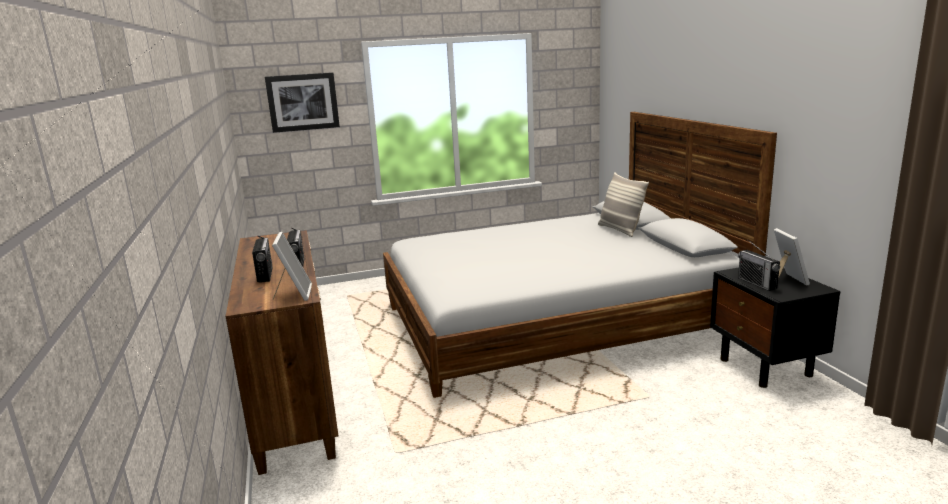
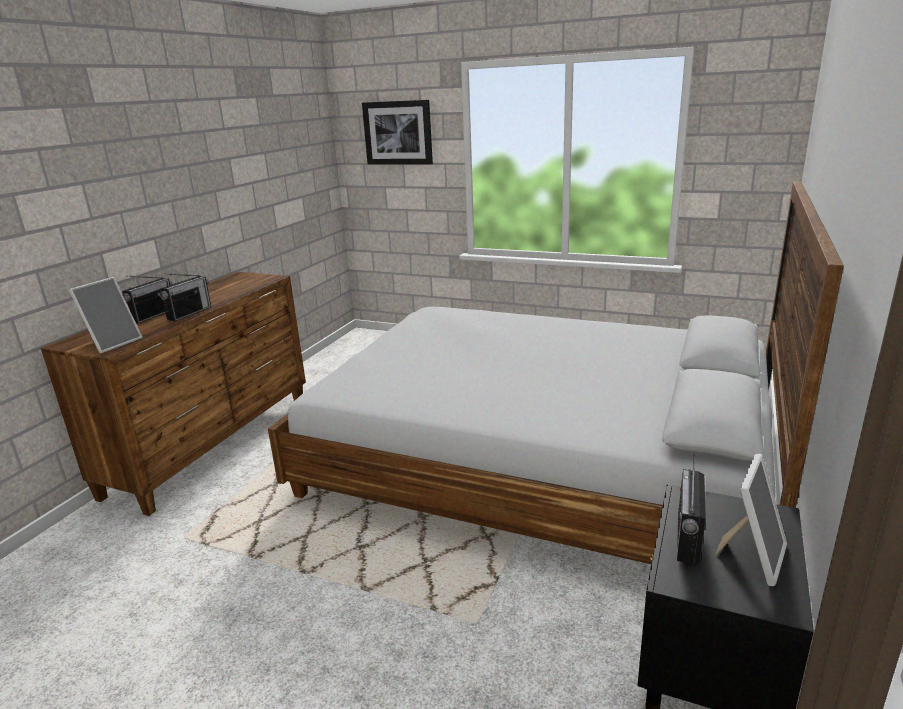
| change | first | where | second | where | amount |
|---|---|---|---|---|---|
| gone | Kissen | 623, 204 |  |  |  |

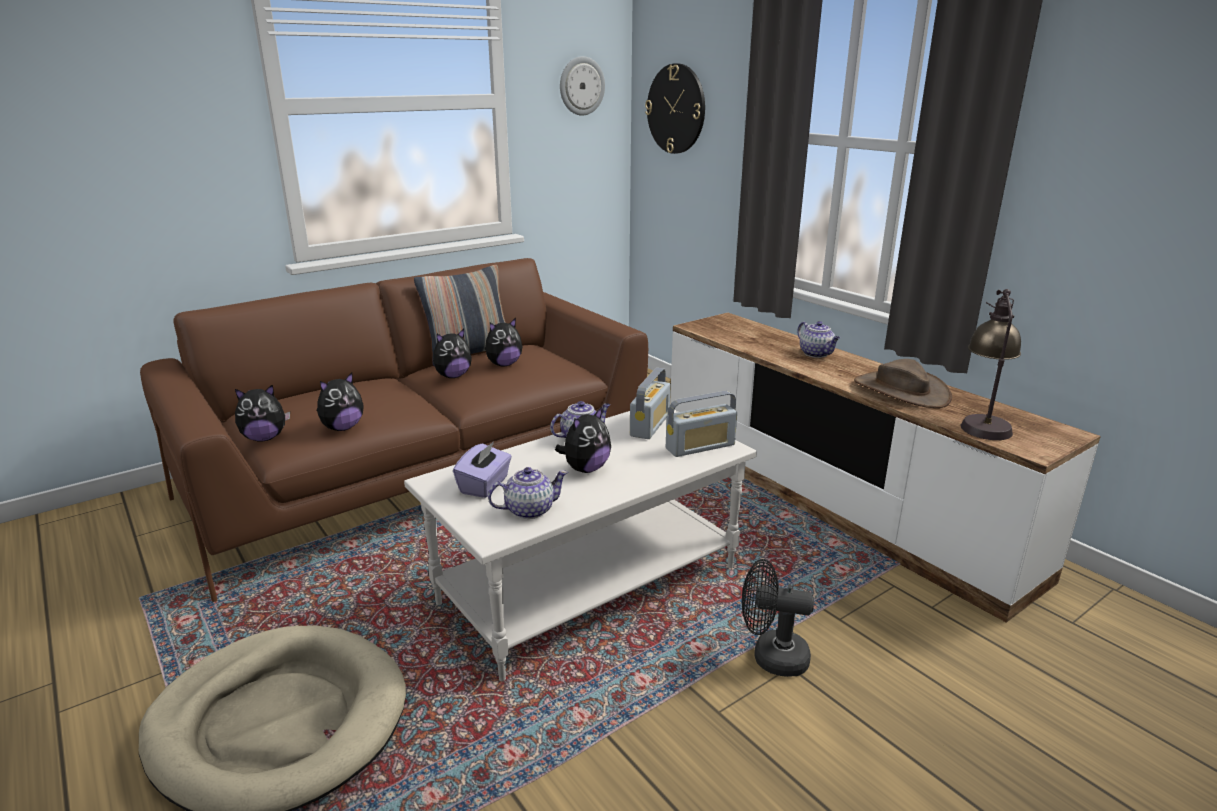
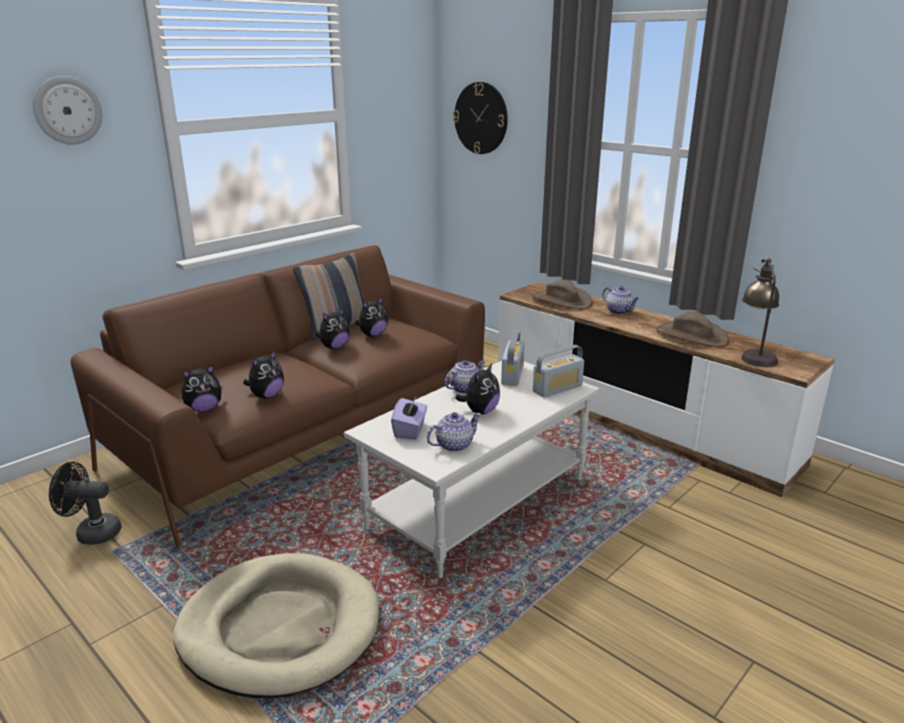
| change | first | where | second | where | amount |
|---|---|---|---|---|---|
| new |  |  | Hut (braun) | 562, 294 |  |
| shifted | Wanduhr | 582, 86 |  | 67, 110 |  |
| shifted | Ventilator (schwarz) | 778, 618 |  | 85, 503 |  |

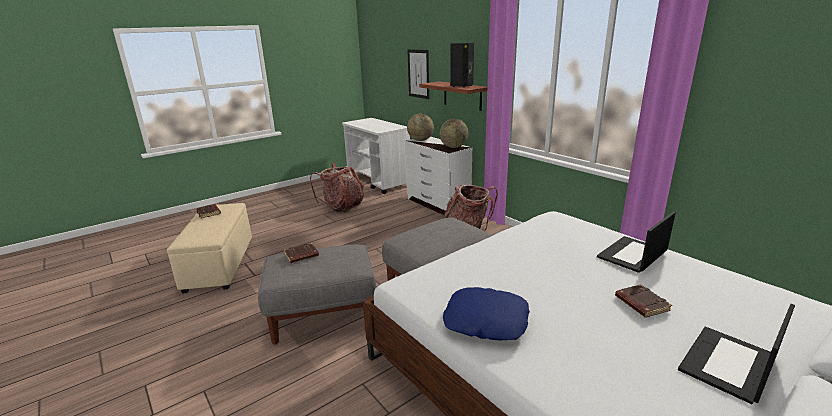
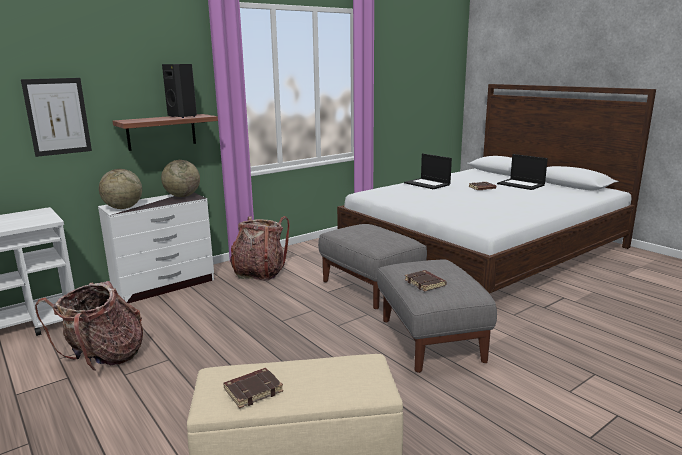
| change | first | where | second | where | amount |
|---|---|---|---|---|---|
| gone | Kissen (blau) | 486, 314 |  |  |  |

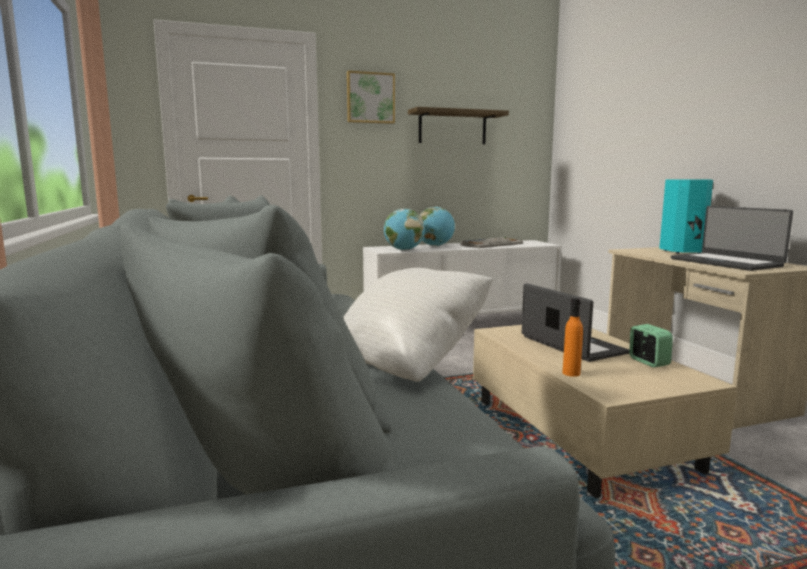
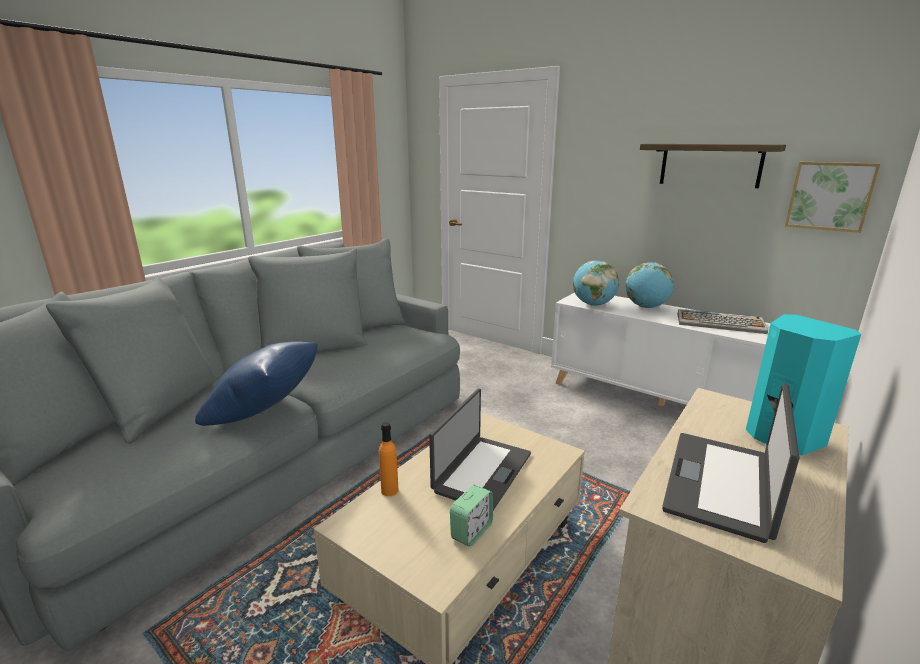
| change | first | where | second | where | amount |
|---|---|---|---|---|---|
| shifted | Bild | 371, 97 |  | 832, 197 |  |
| repainted | Kissen (weiß) | 418, 325 | Kissen (blau) | 256, 383 |  |

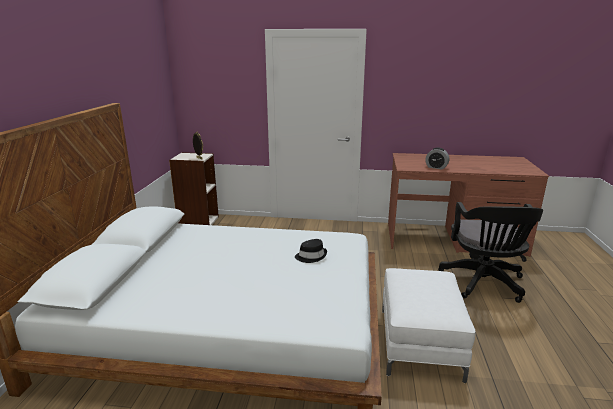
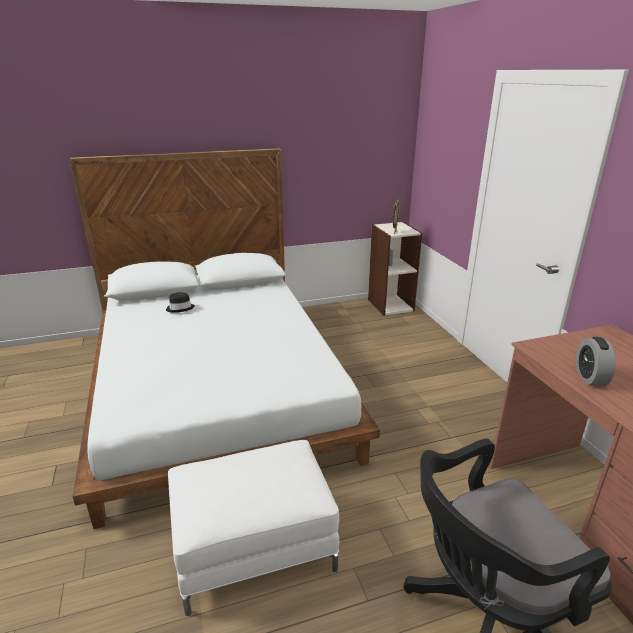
| change | first | where | second | where | amount |
|---|---|---|---|---|---|
| shifted | Hut (schwarz) | 311, 251 |  | 180, 302 |  |

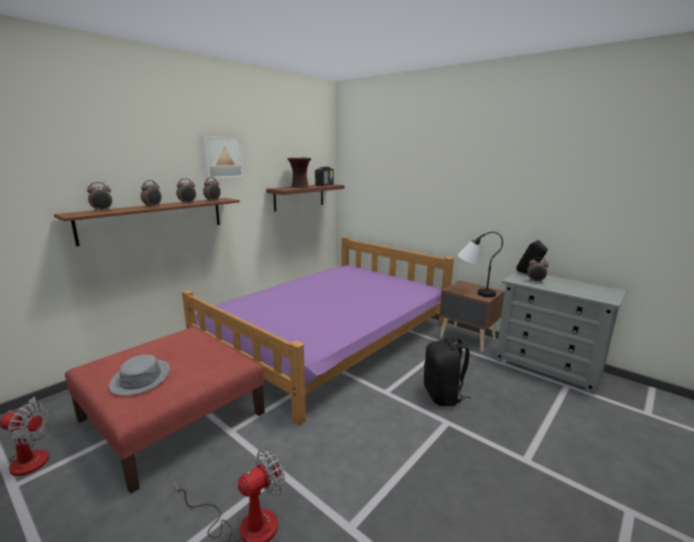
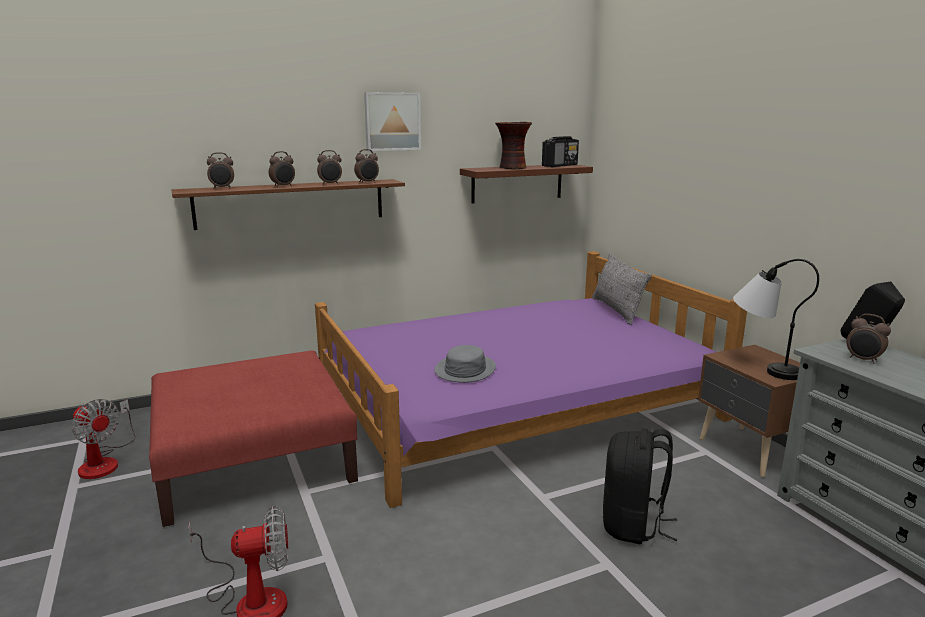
| change | first | where | second | where | amount |
|---|---|---|---|---|---|
| new |  |  | Kissen (grau) | 622, 289 |  |
| shifted | Hut (grau) | 139, 375 |  | 465, 364 |  |

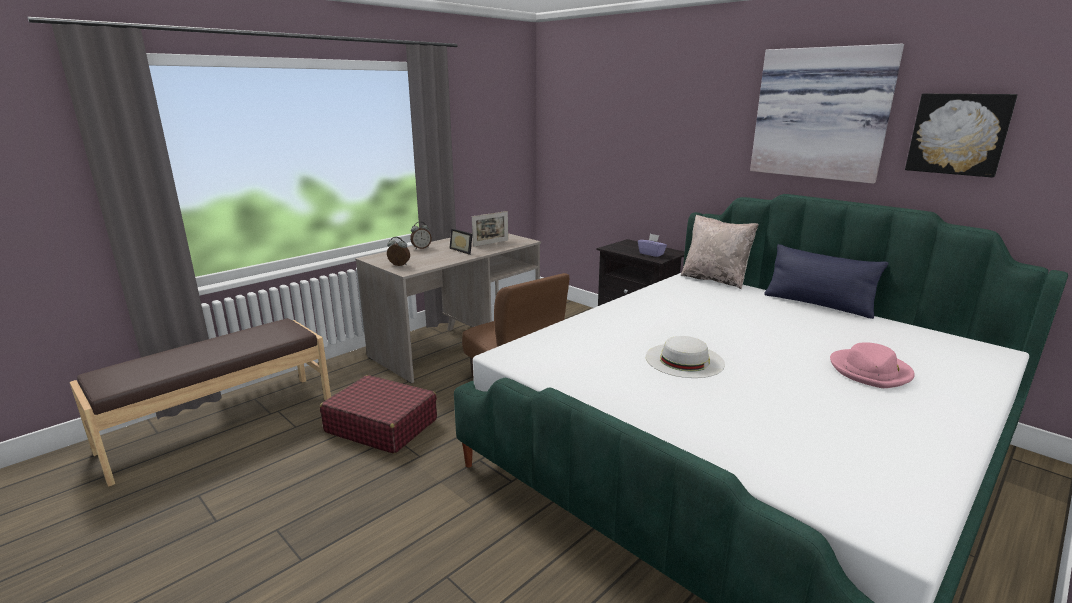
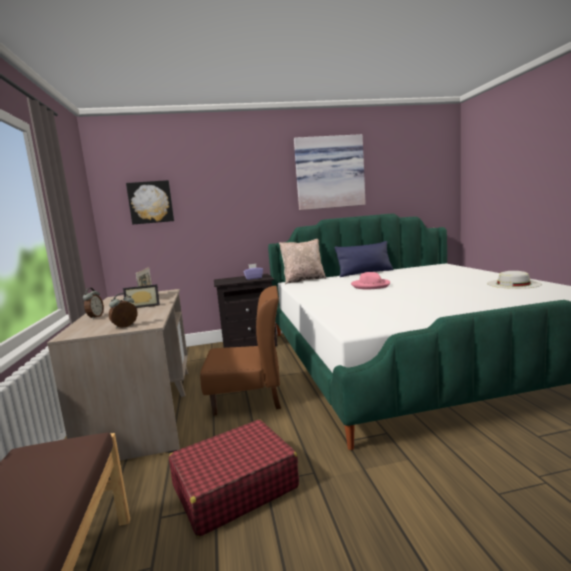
| change | first | where | second | where | amount |
|---|---|---|---|---|---|
| shifted | Hut (weiß) | 685, 357 |  | 514, 280 |  |
| shifted | Hut (rosa) | 872, 365 |  | 370, 280 |  |
| shifted | Bild | 961, 136 |  | 150, 202 |  |

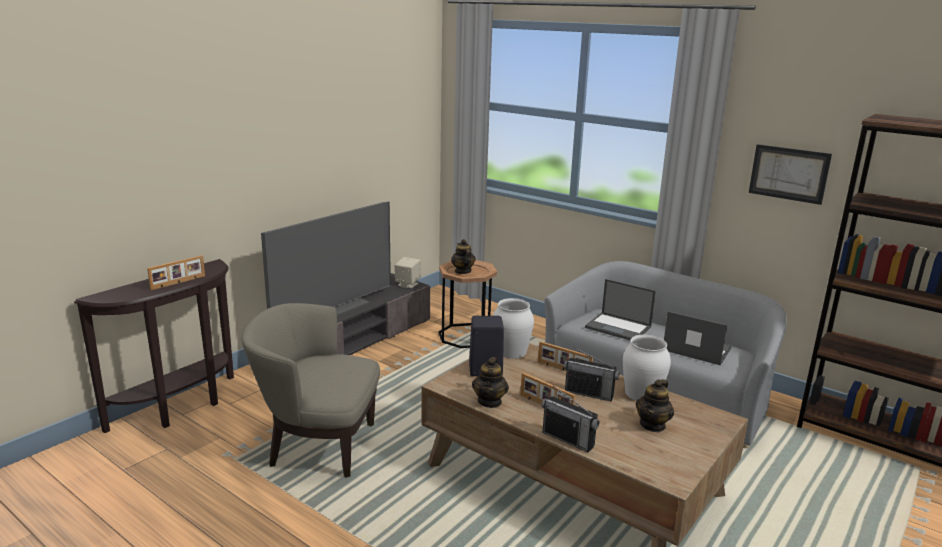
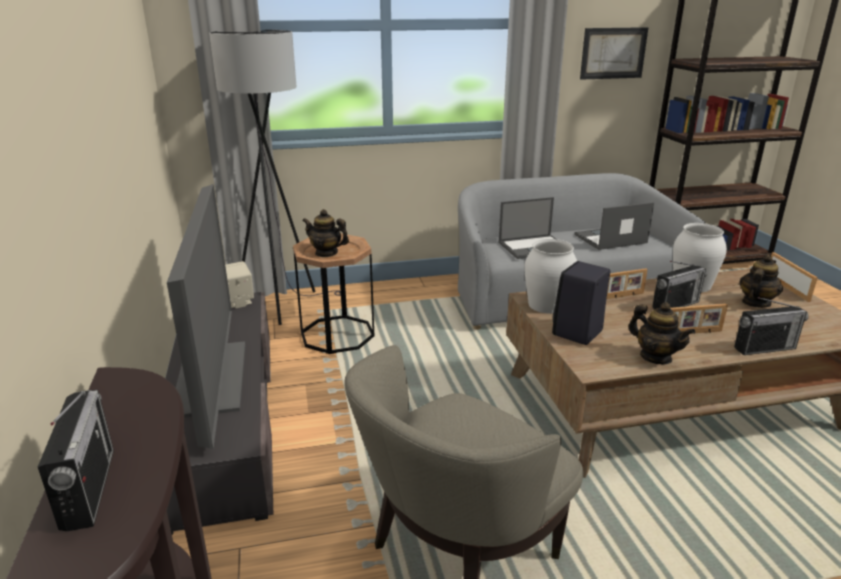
| change | first | where | second | where | amount |
|---|---|---|---|---|---|
| new |  |  | Radio | 76, 460 |  |
| new |  |  | Stehlampe (grau) | 275, 177 |  |
| shifted | Bilderrahmen | 176, 272 |  | 794, 277 |  |
| rotated | Teekanne | 655, 405 |  | 761, 281 | 120 degrees counterclockwise |

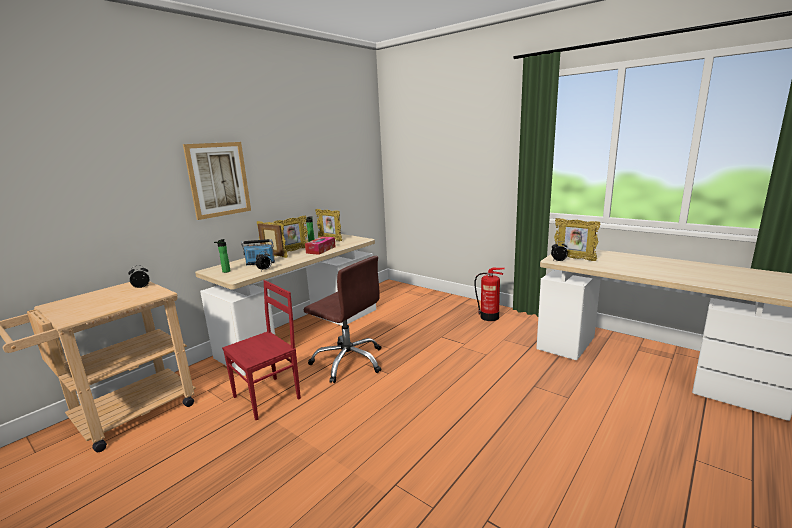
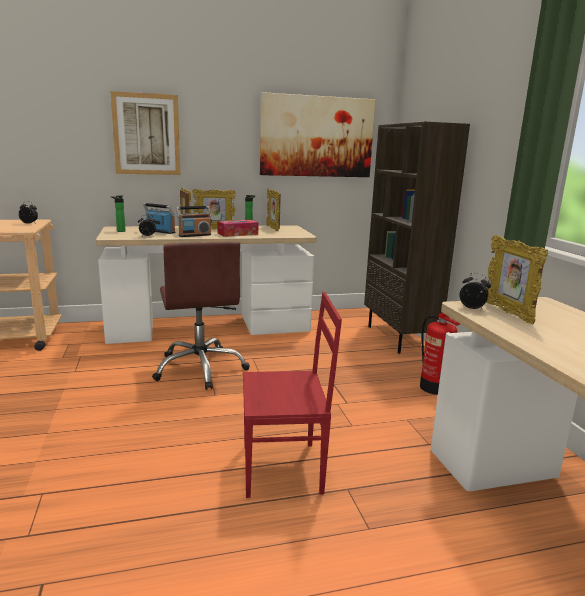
| change | first | where | second | where | amount |
|---|---|---|---|---|---|
| new |  |  | Radio | 194, 221 |  |
| new |  |  | Bild | 318, 134 |  |
| new |  |  | Bücherregal (braun) | 417, 238 |  |
| shifted | Stuhl (rot) | 261, 350 |  | 292, 395 |  |

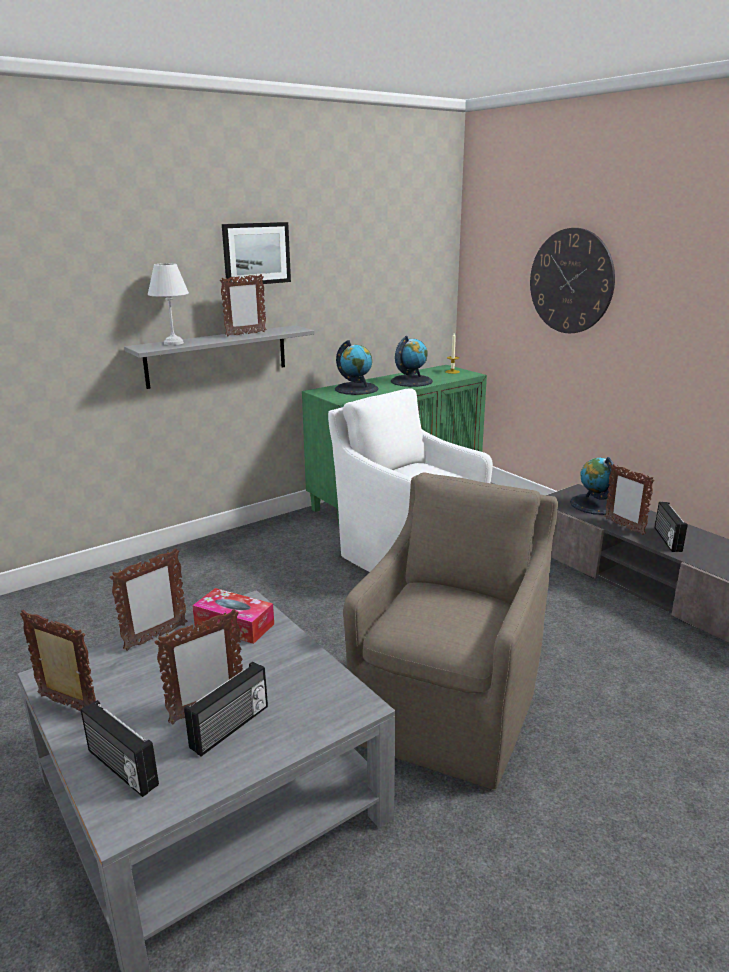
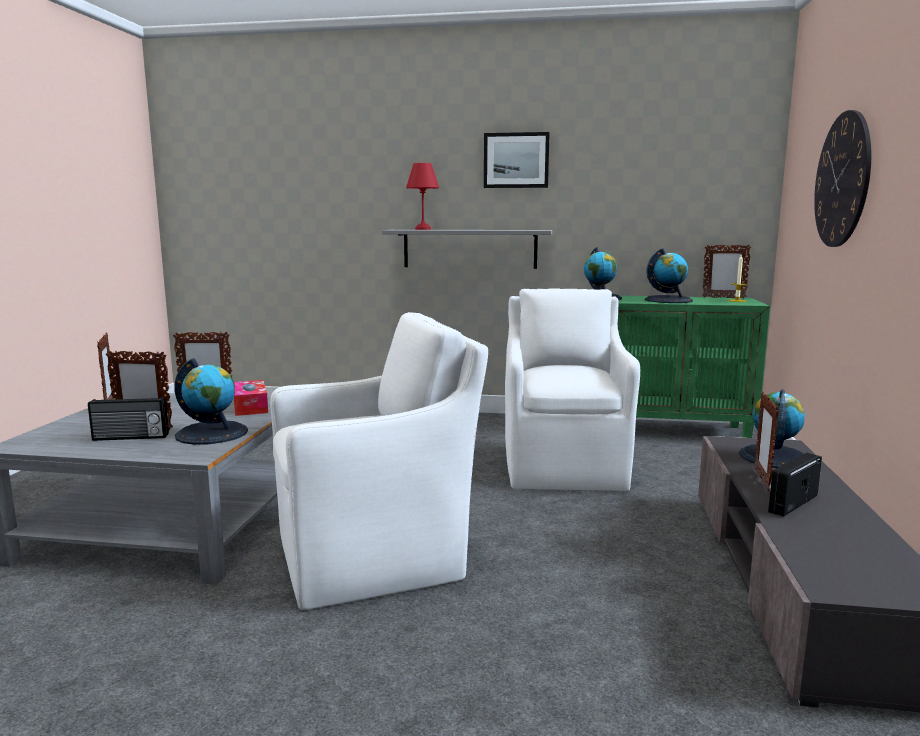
| change | first | where | second | where | amount |
|---|---|---|---|---|---|
| gone | Radio | 120, 748 |  |  |  |
| new |  |  | Globus | 211, 401 |  |
| shifted | Bilderrahmen | 243, 305 |  | 726, 271 |  |
| repainted | Tischlampe (weiß) | 168, 304 | Tischlampe (rot) | 422, 196 |  |
| repainted | Sessel (braun) | 450, 630 | Sessel (weiß) | 379, 461 |  |

